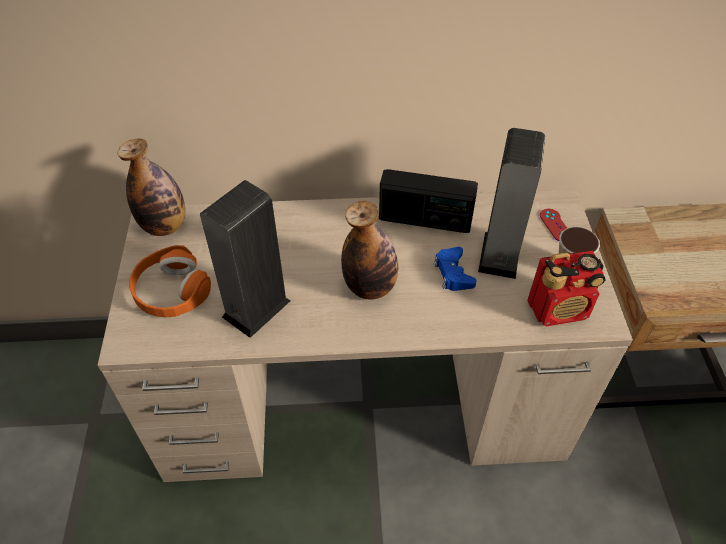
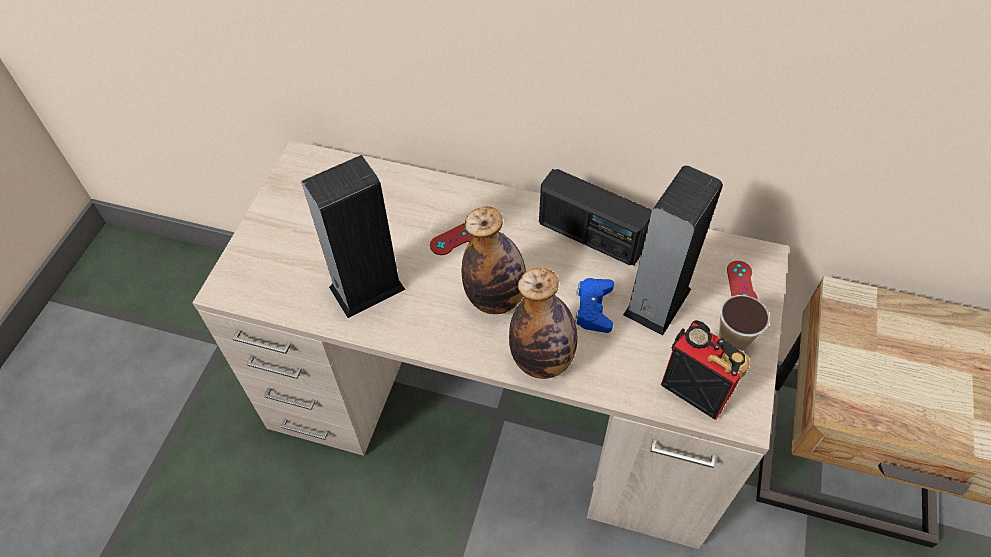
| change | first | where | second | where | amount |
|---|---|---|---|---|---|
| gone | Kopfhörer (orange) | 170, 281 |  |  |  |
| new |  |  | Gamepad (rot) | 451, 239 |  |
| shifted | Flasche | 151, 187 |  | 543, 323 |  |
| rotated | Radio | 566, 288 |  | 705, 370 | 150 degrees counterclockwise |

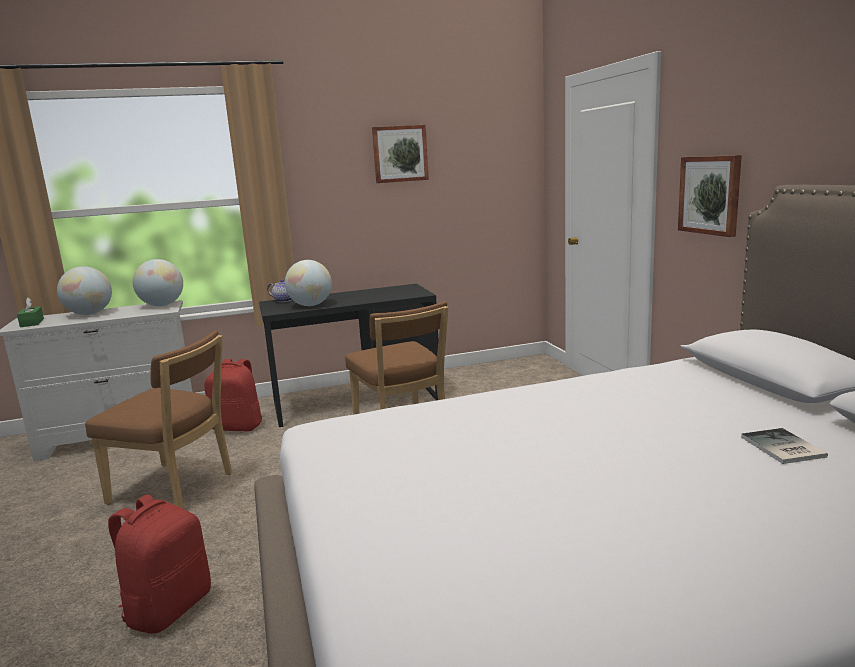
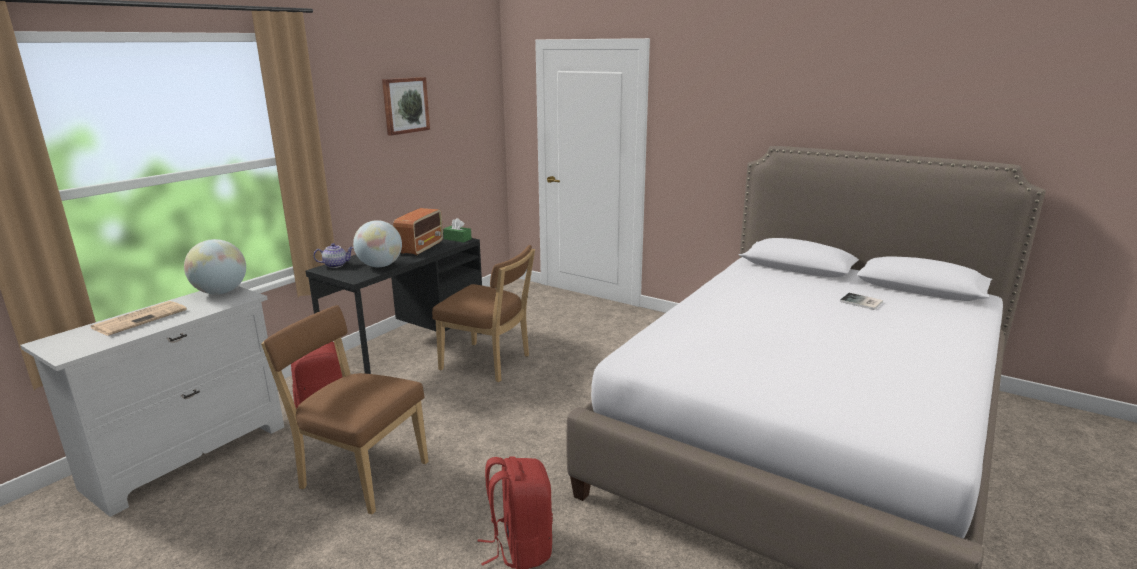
| change | first | where | second | where | amount |
|---|---|---|---|---|---|
| gone | Bild | 710, 196 |  |  |  |
| new |  |  | Radio | 418, 232 |  |
| shifted | Taschentuchbox (grün) | 30, 312 |  | 457, 230 |  |
| swapped | Globus | 84, 290 | Zeitung | 139, 318 |  |
| rotated | Stuhl (braun) | 158, 419 |  | 345, 409 | 135 degrees counterclockwise |

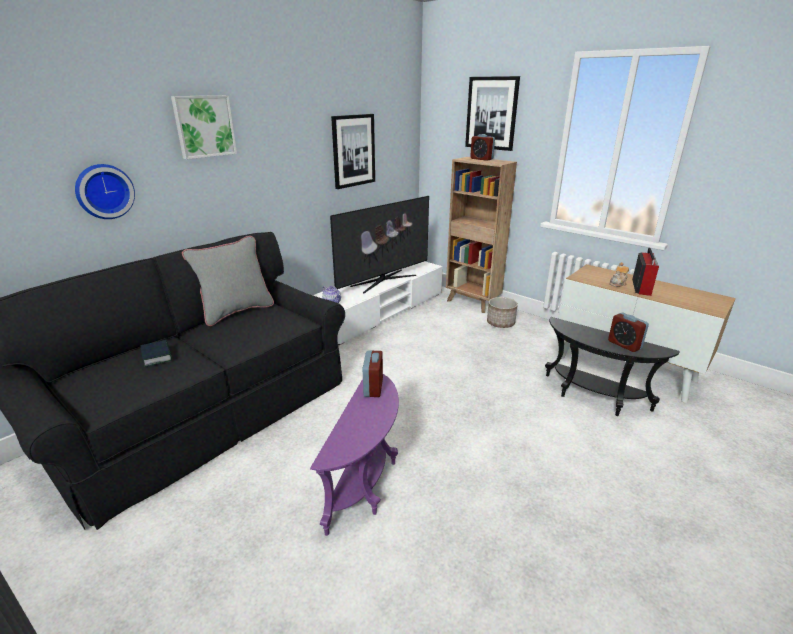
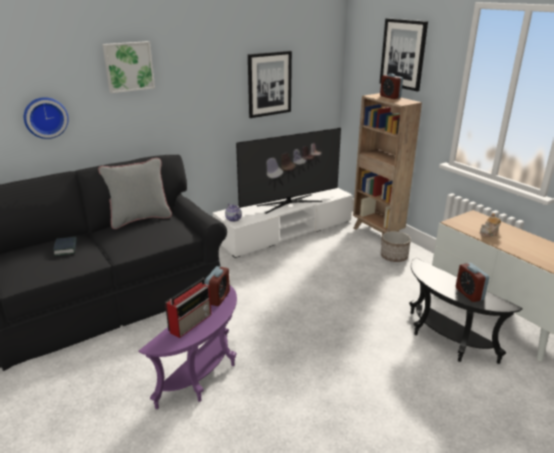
| change | first | where | second | where | amount |
|---|---|---|---|---|---|
| shifted | Radio | 645, 271 |  | 188, 308 |  |

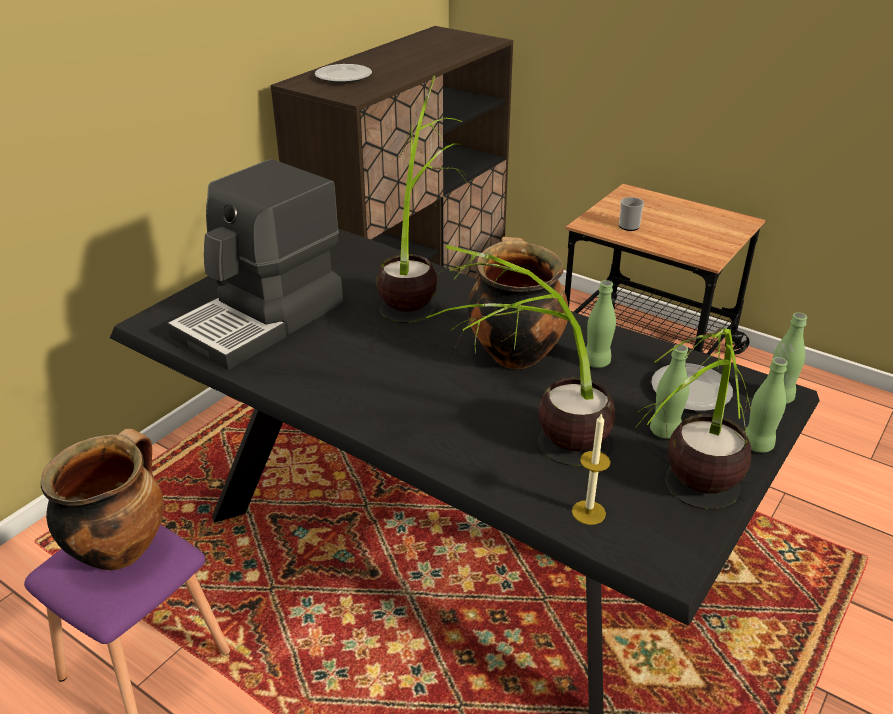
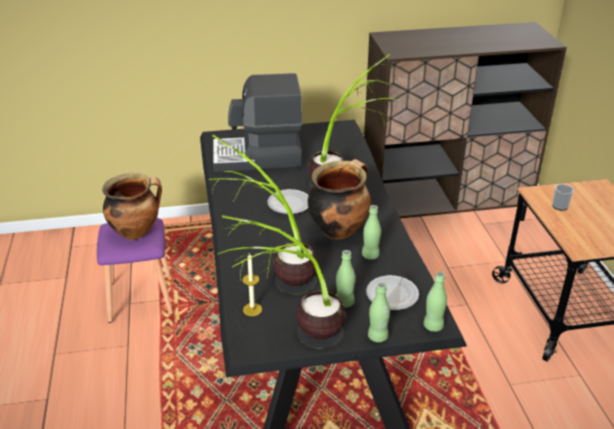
| change | first | where | second | where | amount |
|---|---|---|---|---|---|
| shifted | Teller | 343, 73 |  | 288, 201 |  |

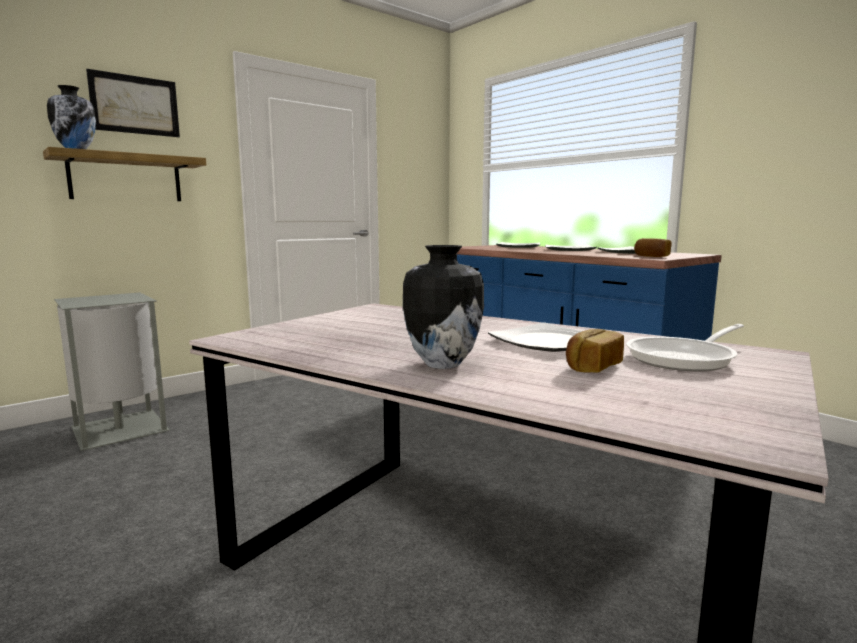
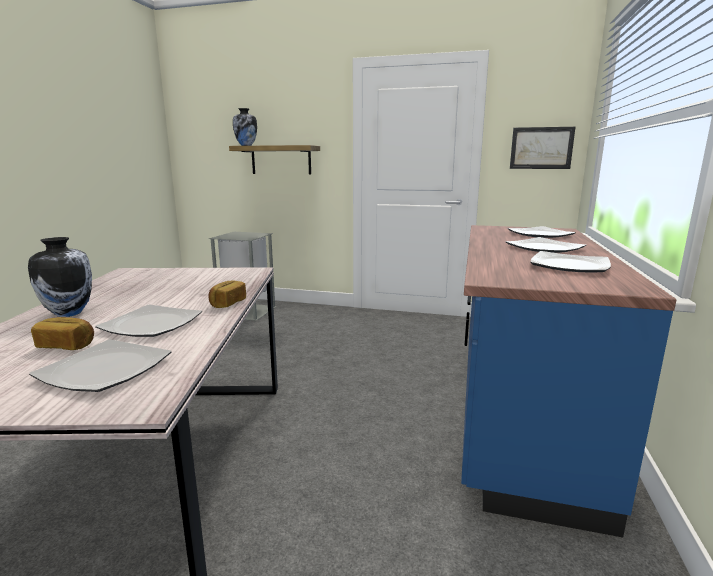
| change | first | where | second | where | amount |
|---|---|---|---|---|---|
| shifted | Bild | 133, 103 |  | 542, 148 |  |
| shifted | Brot | 653, 247 |  | 227, 294 |  |
| swapped | Pfanne | 685, 348 | Teller | 100, 365 |  |

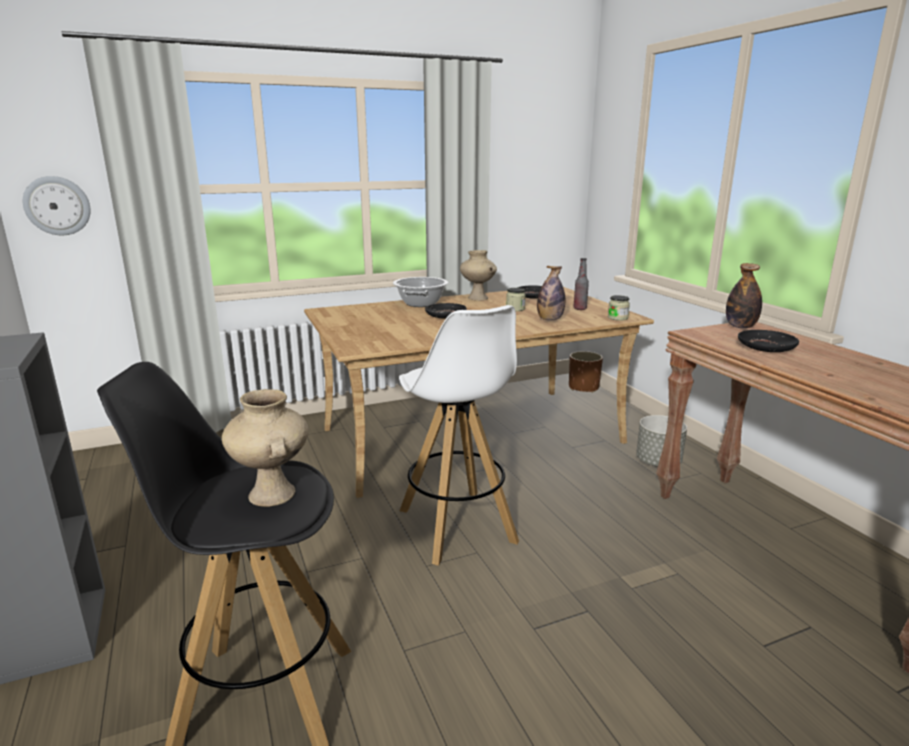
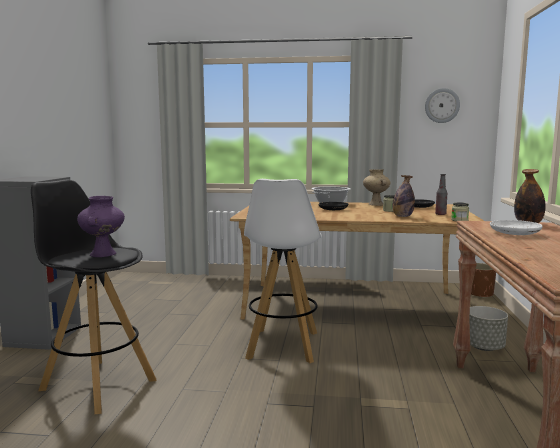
| change | first | where | second | where | amount |
|---|---|---|---|---|---|
| shifted | Wanduhr | 57, 205 |  | 442, 105 |  |
| repainted | Vase (beige) | 265, 448 | Vase (lila) | 101, 226 |  |
| repainted | Teller (schwarz) | 768, 341 | Teller (weiß) | 516, 227 |  |

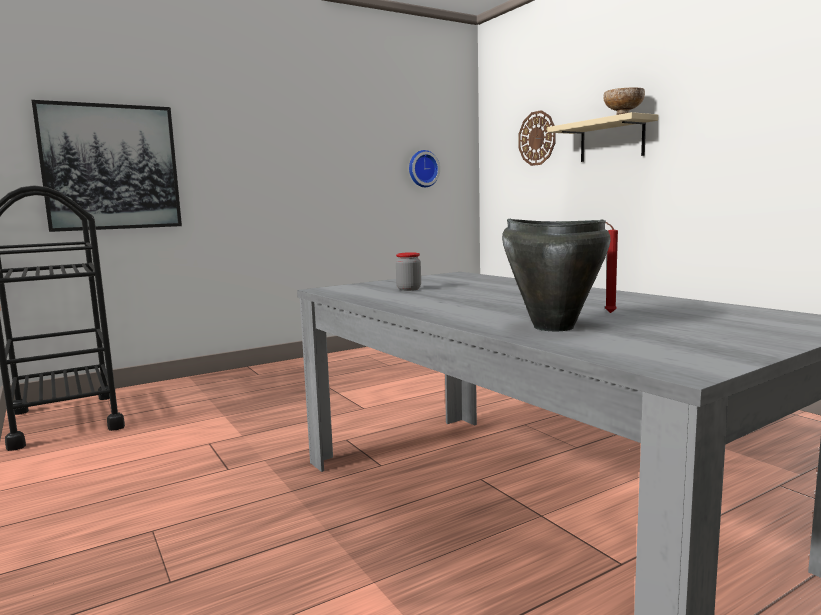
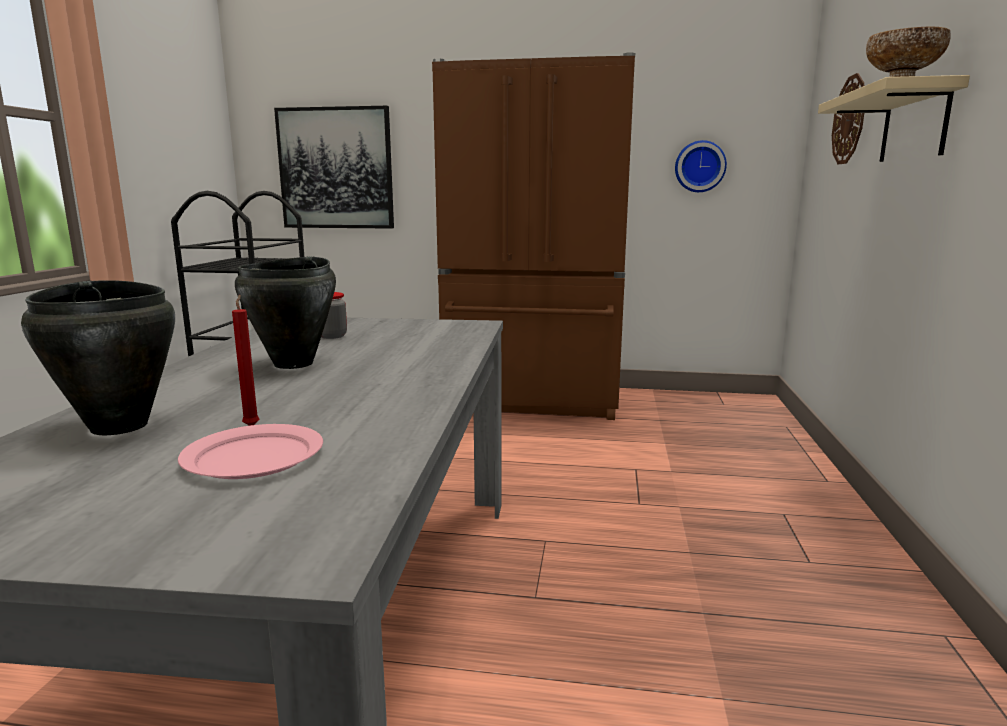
| change | first | where | second | where | amount |
|---|---|---|---|---|---|
| new |  |  | Teller (rosa) | 250, 451 |  |
| new |  |  | Kochtopf (schwarz) | 285, 312 |  |
| new |  |  | Kühlschrank (braun) | 533, 236 |  |

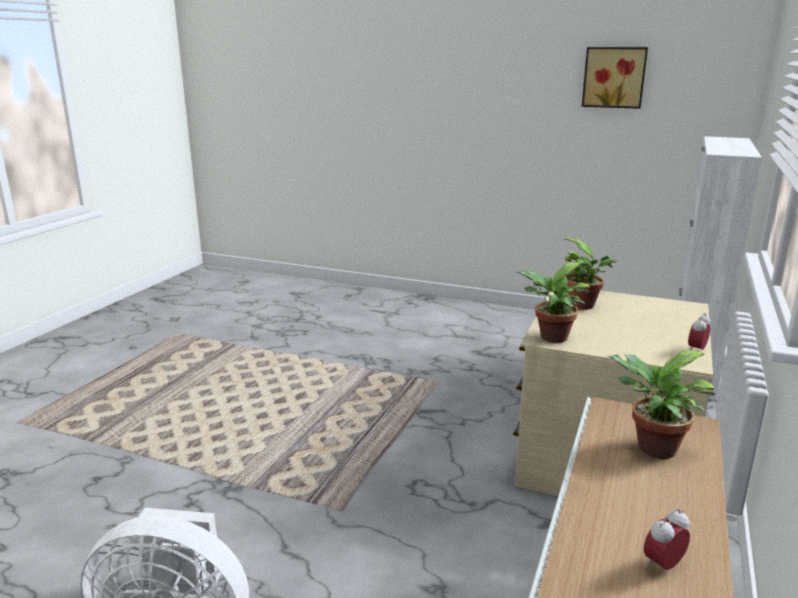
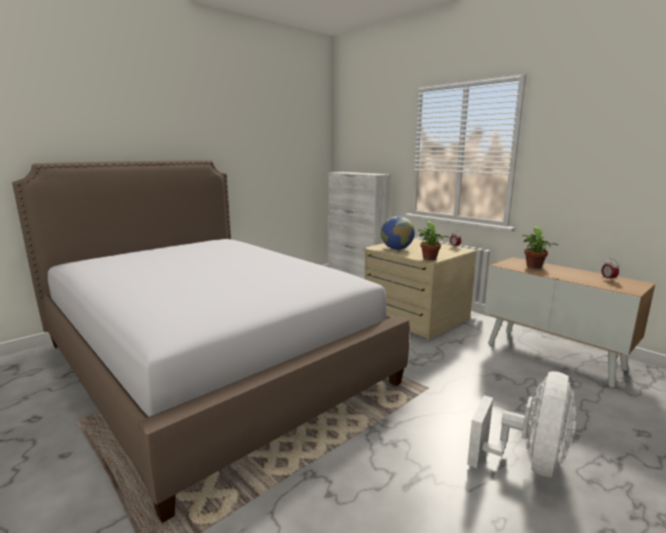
| change | first | where | second | where | amount |
|---|---|---|---|---|---|
| gone | Bild | 615, 78 |  |  |  |
| new |  |  | Bett | 211, 341 |  |
| swapped | Topfpflanze | 591, 274 | Globus | 398, 233 |  |

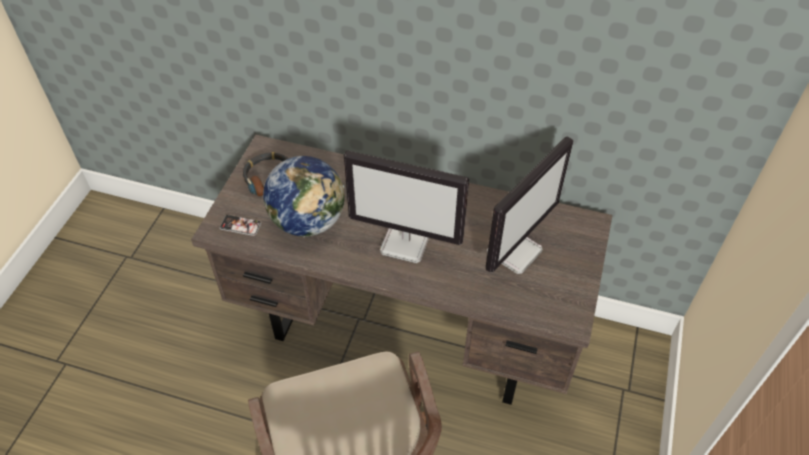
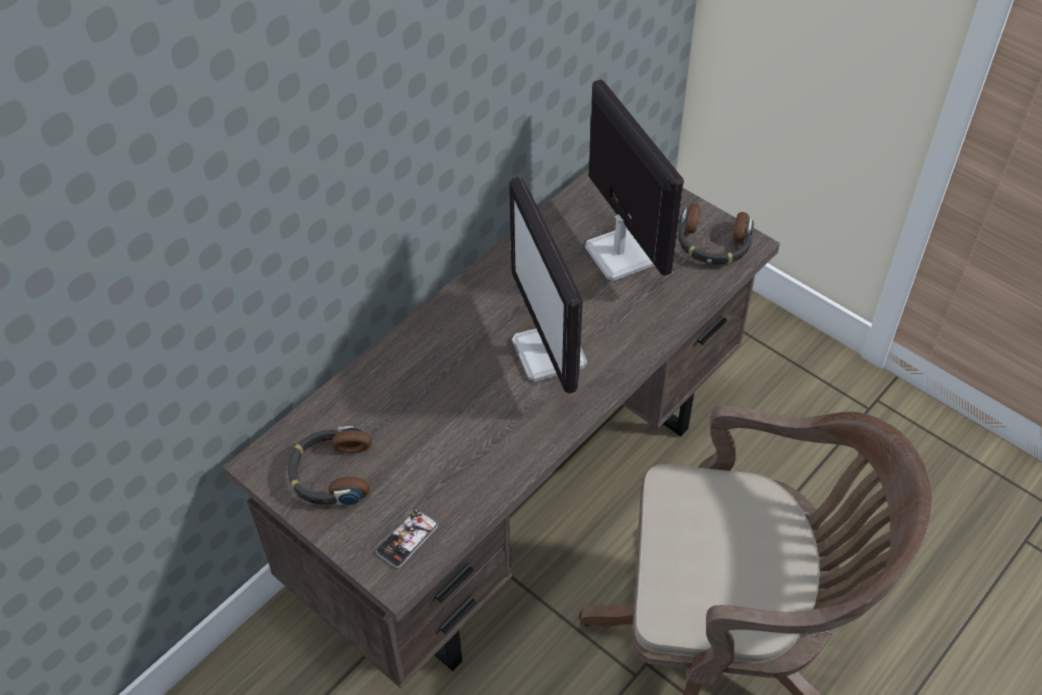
| change | first | where | second | where | amount |
|---|---|---|---|---|---|
| gone | Globus | 304, 196 |  |  |  |
| new |  |  | Kopfhörer | 716, 234 |  |
| rotated | Monitor | 406, 206 |  | 548, 285 | 120 degrees clockwise |

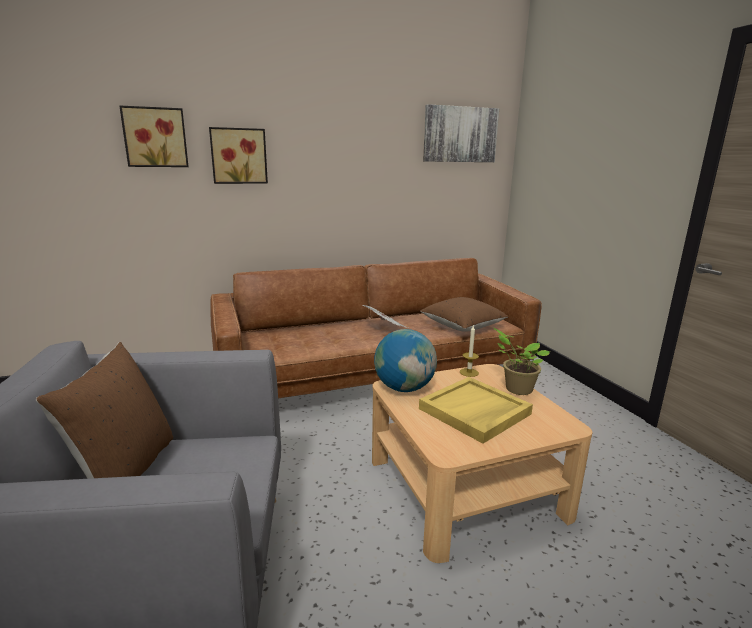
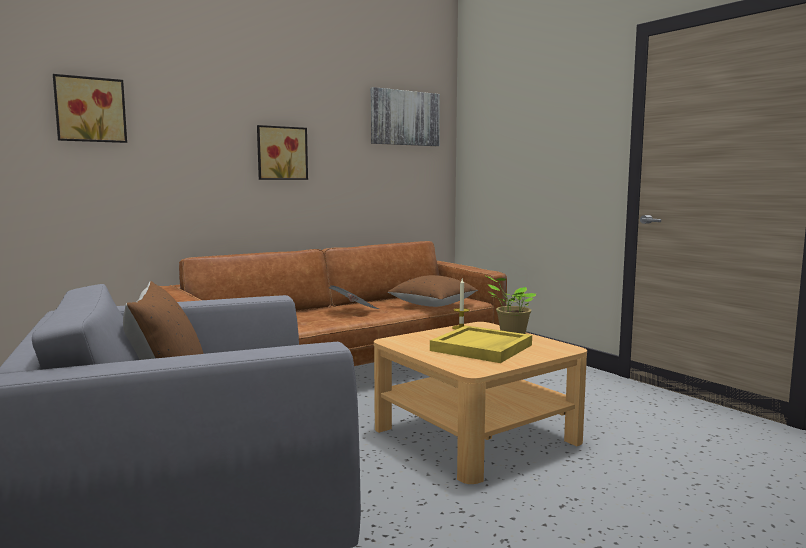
| change | first | where | second | where | amount |
|---|---|---|---|---|---|
| gone | Globus | 405, 360 |  |  |  |
| shifted | Bild | 238, 155 |  | 282, 152 |  |

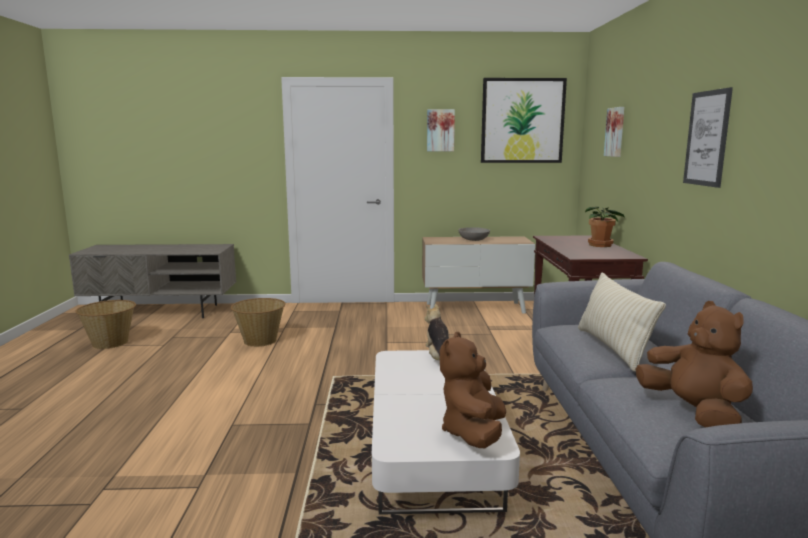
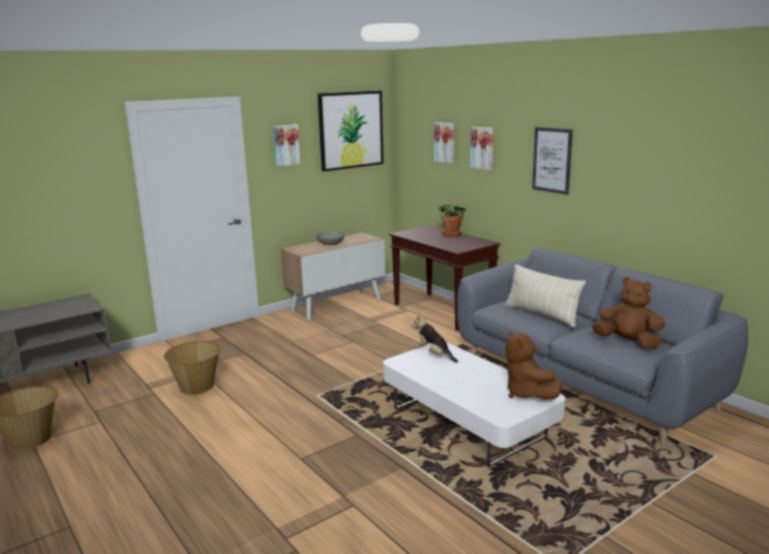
| change | first | where | second | where | amount |
|---|---|---|---|---|---|
| new |  |  | Bild | 481, 148 |  |

